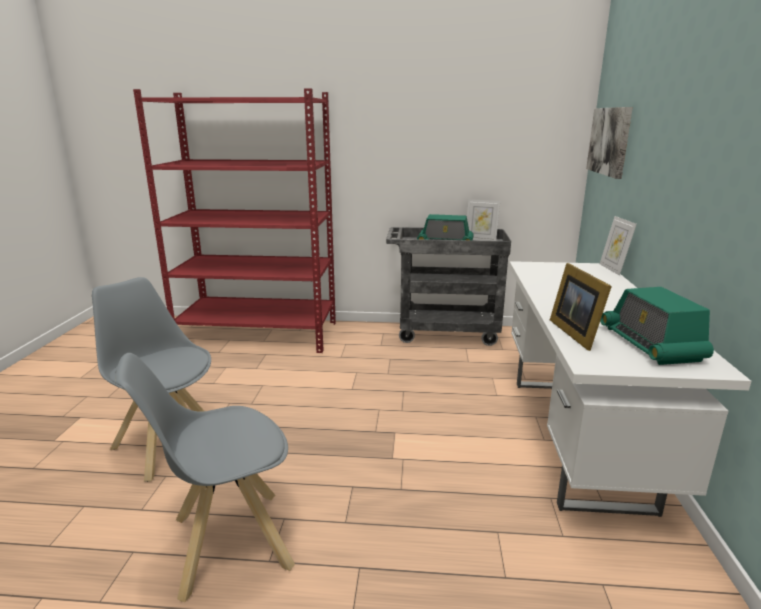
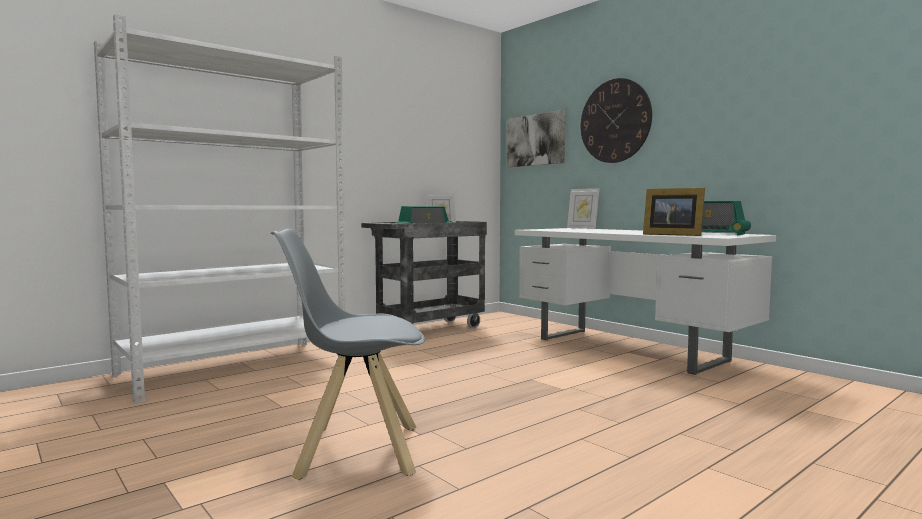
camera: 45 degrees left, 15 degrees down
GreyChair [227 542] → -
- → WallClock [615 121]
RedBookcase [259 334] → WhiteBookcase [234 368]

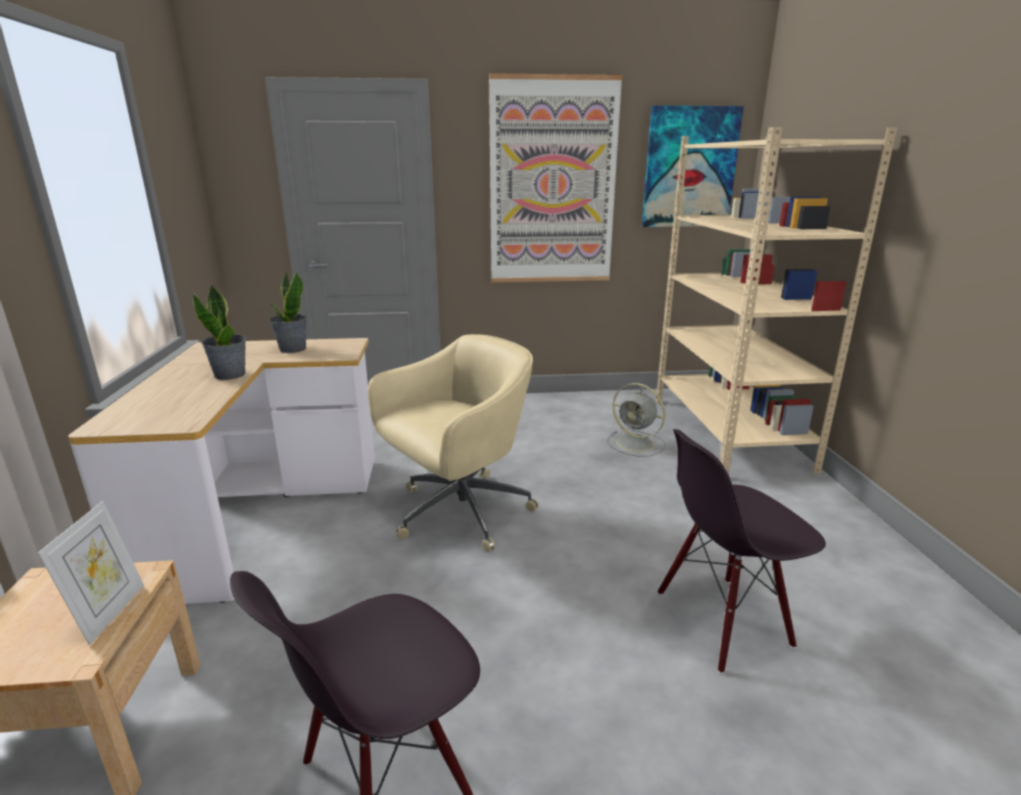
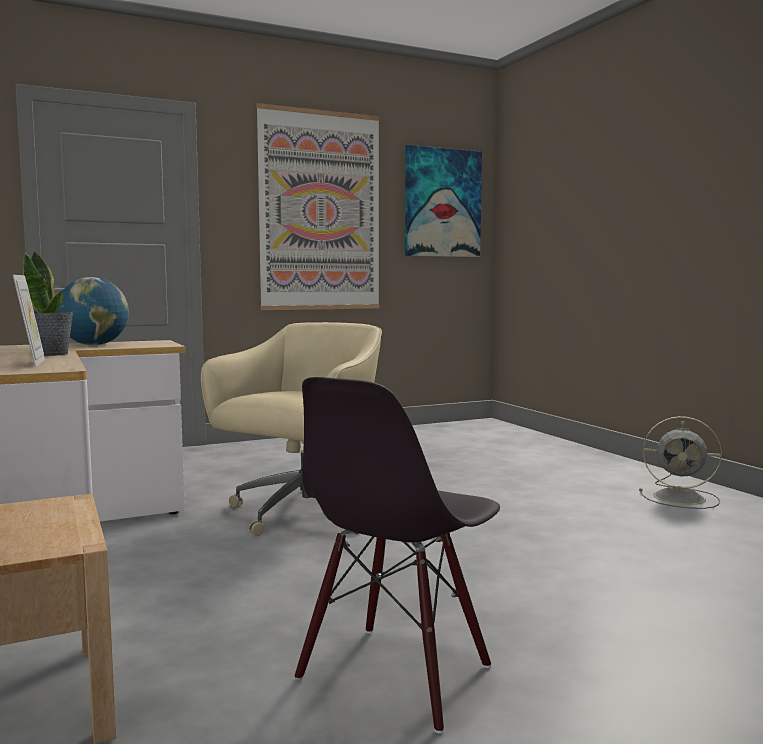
camera: 20 degrees left, 15 degrees down
BeigeBookcase [727 432] → -
BlackChair [722 620] → -
PictureFrame [110 613] → PictureFrame [32 363], moved
GreyFan [637 444] → GreyFan [681 498], moved
PottedPlant [292 349] → Globe [94 345]

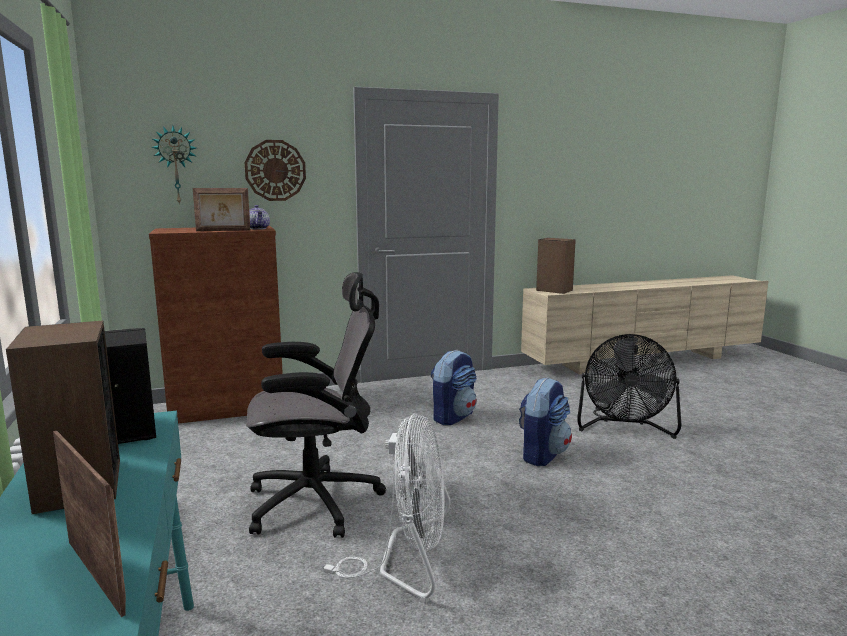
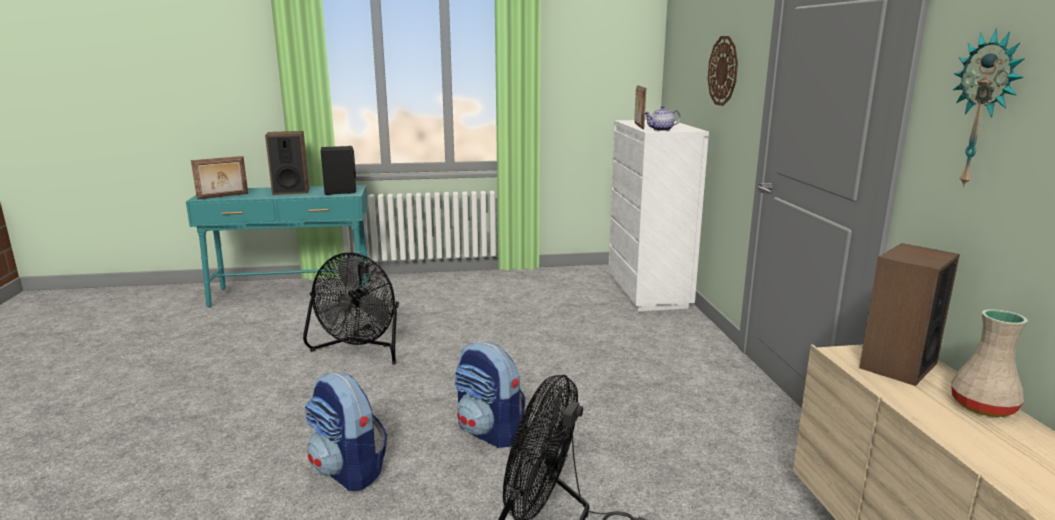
camera: 100 degrees right, 5 degrees up
OfficeChair [315 502] → -
- → BeigeVase [981 406]
WallClock [176 165] → WallClock [985 111], moved
Backpack [453 417] → Backpack [349 471], moved
BrownDresser [228 407] → WhiteDresser [649 293]
WhiteFan [406 558] → BlackFan [359 348]

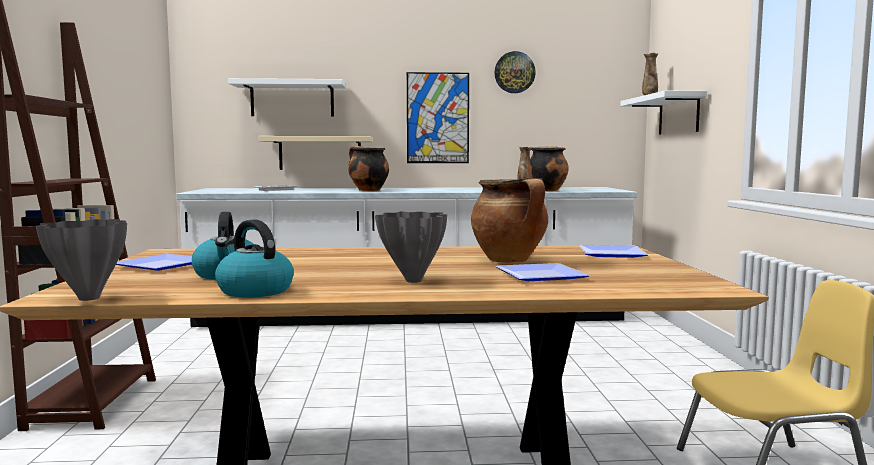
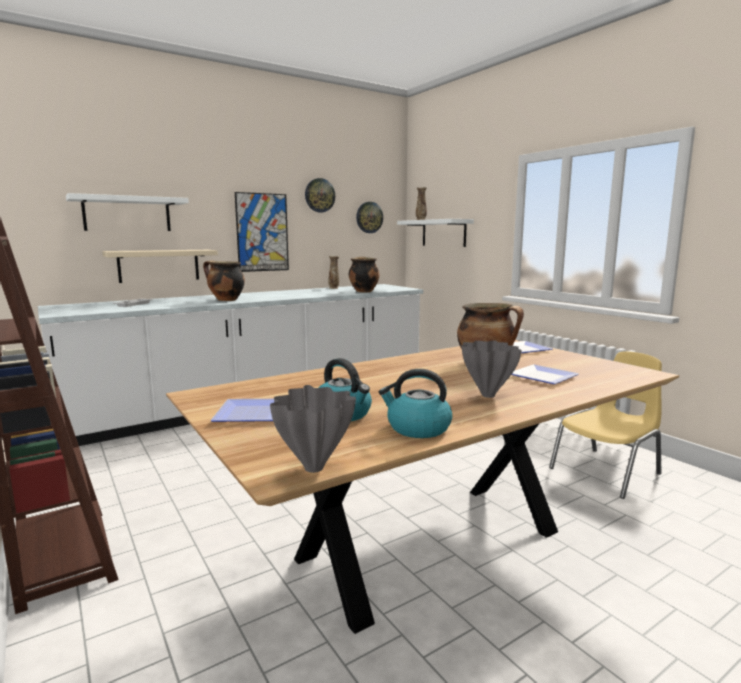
camera: 30 degrees left, 5 degrees up
- → WallClock [369 217]

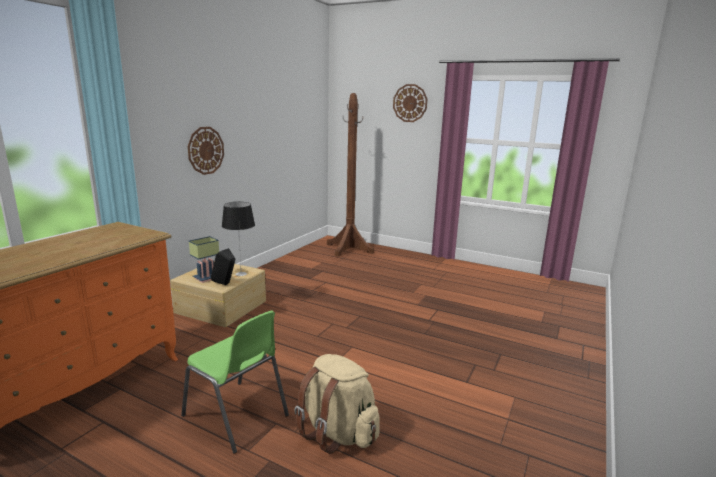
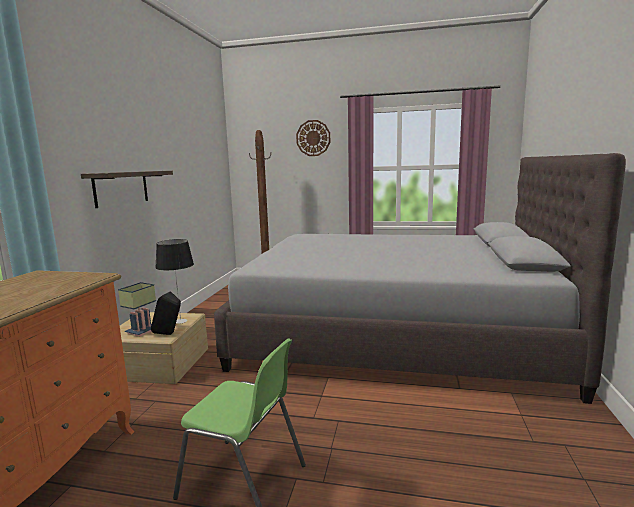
camera: 15 degrees left, 5 degrees down
BeigeBackpack [338 433] → -
- → GreyBed [394 335]
WallClock [205 150] → Shelf [121 188]

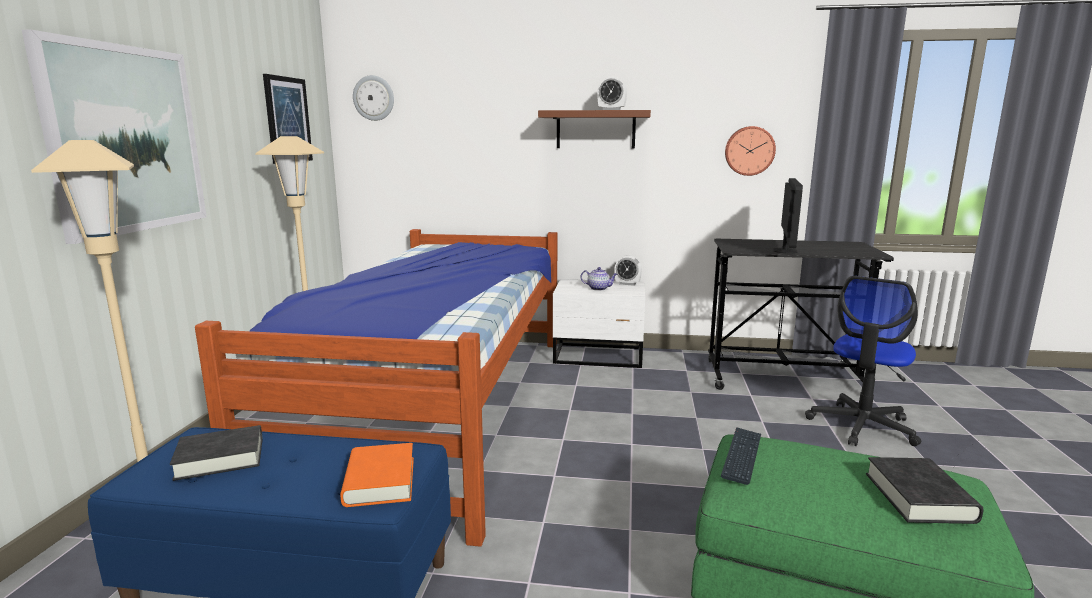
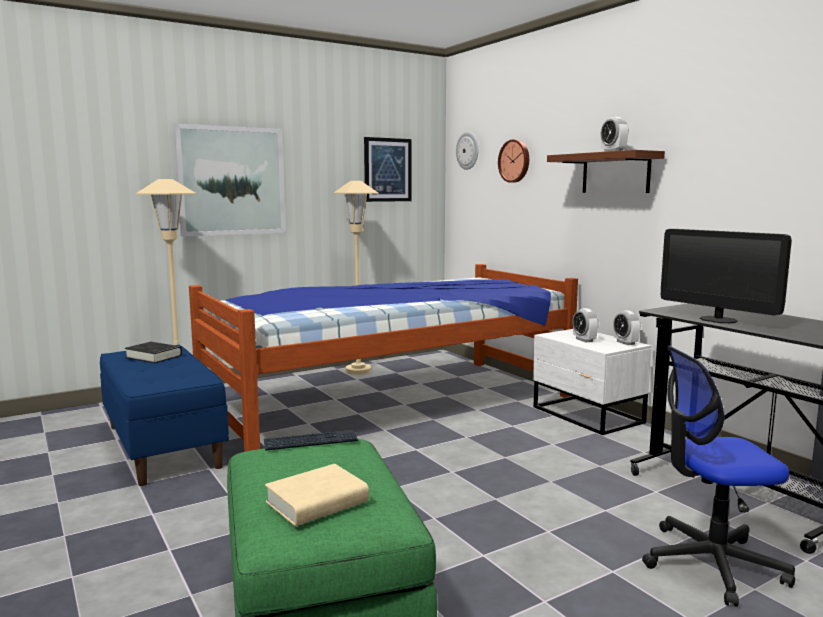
camera: 50 degrees right, 5 degrees down
OrangeBook [380 481] → -
WallClock [749 151] → WallClock [515 161], moved
Teapot [599 288] → AlarmClock [584 340]
BlackBook [919 497] → BeigeBook [317 502]
Monitor [785 250] → Monitor [718 320], 75 degrees clockwise

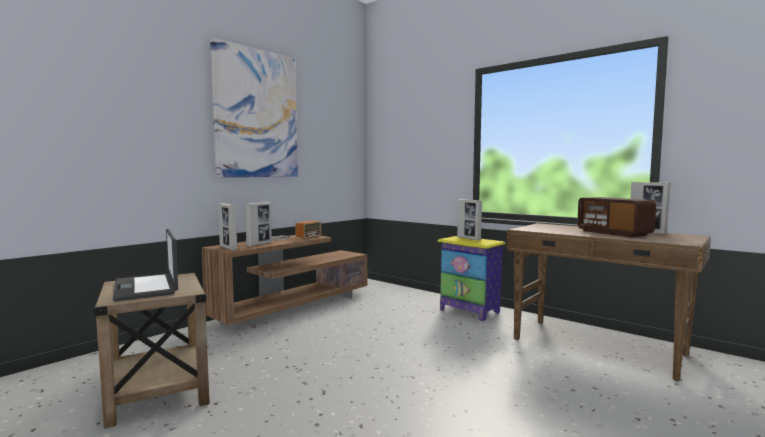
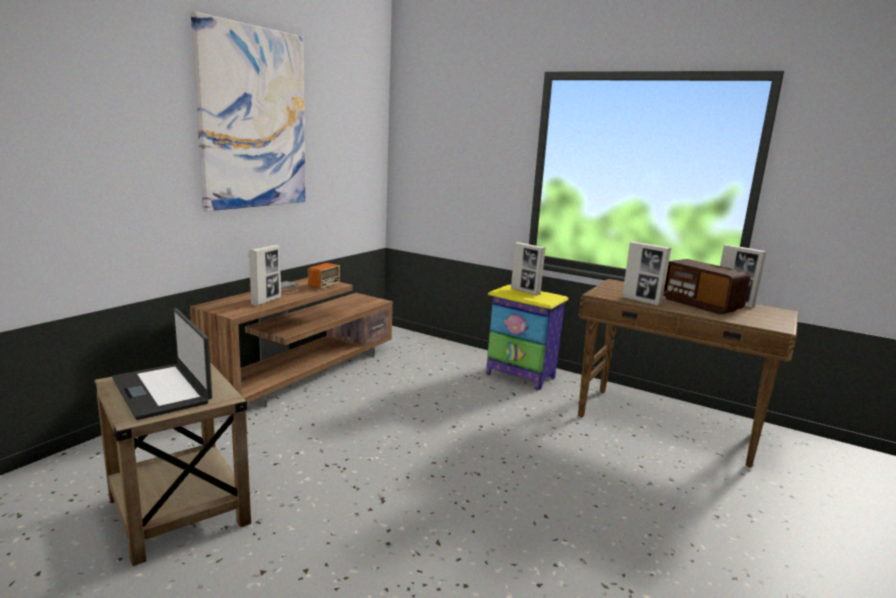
camera: 10 degrees left, 10 degrees up
PictureFrame [228 248] → PictureFrame [641 301], moved

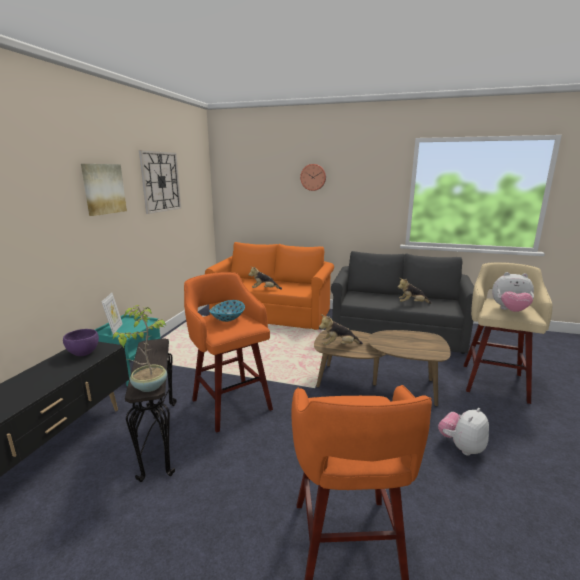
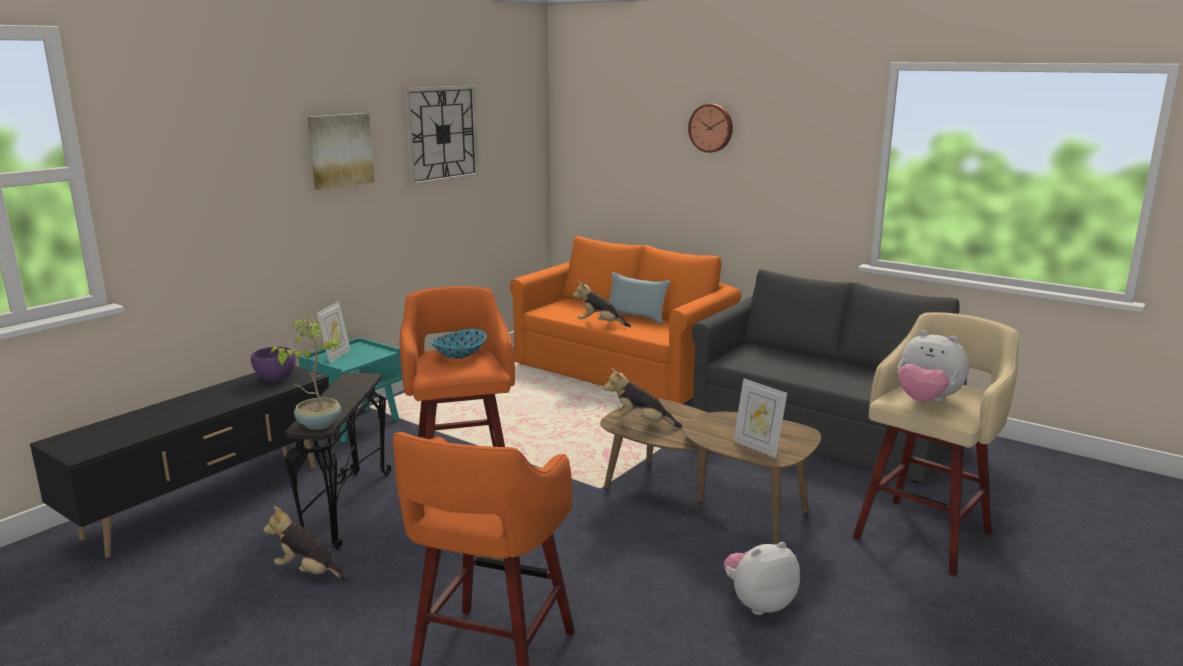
camera: 20 degrees right, 0 degrees up
- → BluePillow [636 317]
- → PictureFrame [757 447]
PlushToy [412 304] → PlushToy [309 572], moved

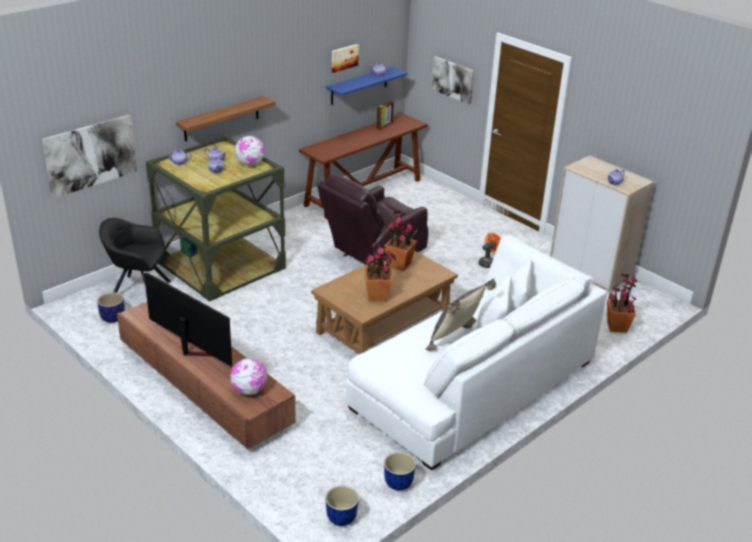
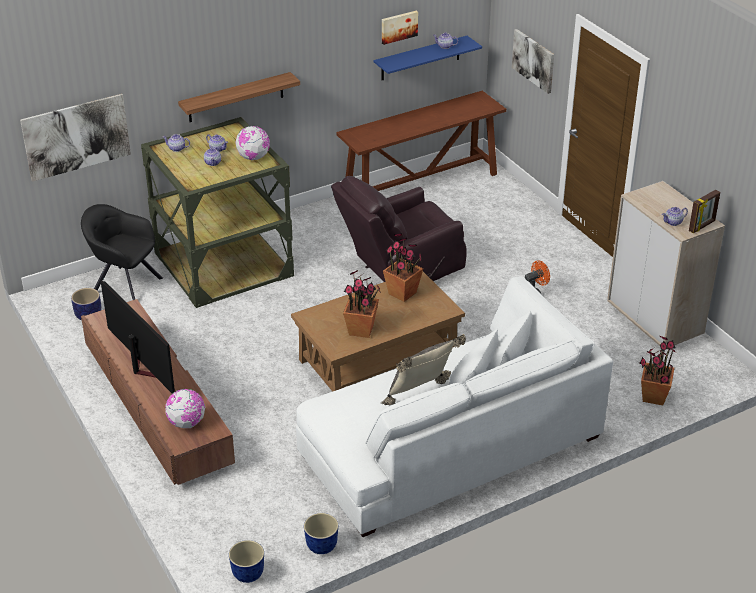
camera: 15 degrees right, 5 degrees up
PictureFrame [385 126] → PictureFrame [702 226], moved

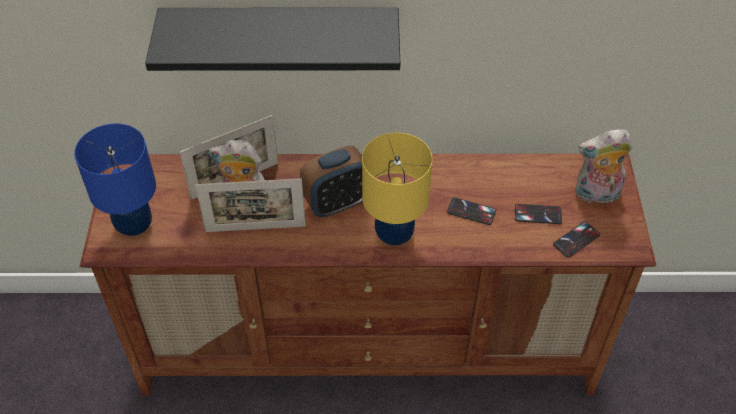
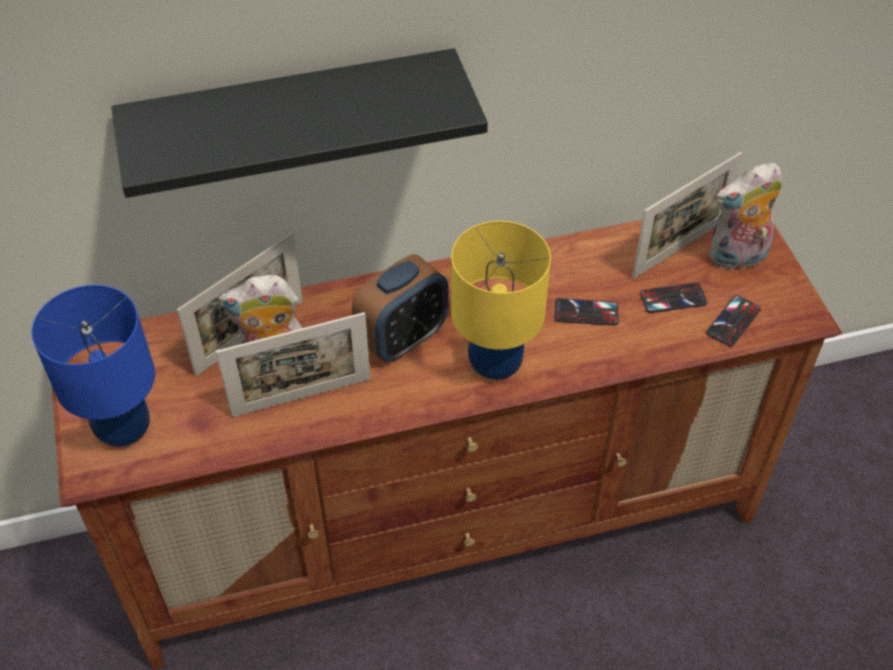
camera: 15 degrees left, 0 degrees up
- → PictureFrame [679 248]

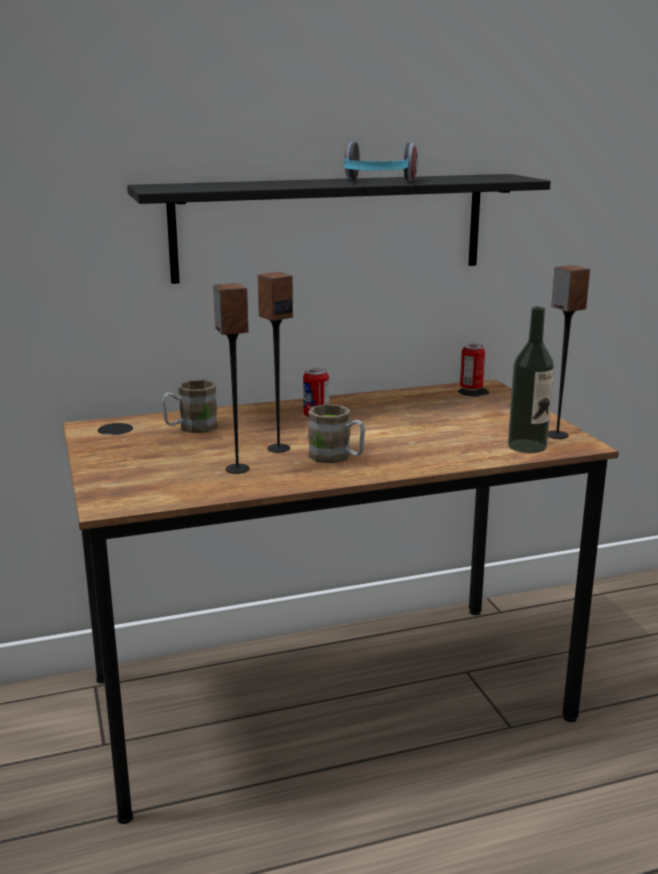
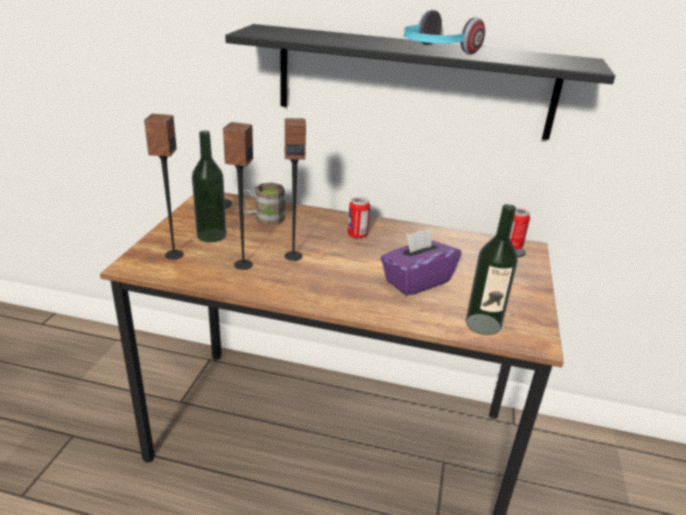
camera: 30 degrees right, 10 degrees up
BrownMug [337 457] → -
- → Bottle [211 235]
- → PurpleTissueBox [416 281]
Speaker [556 435] → Speaker [173 255], moved

